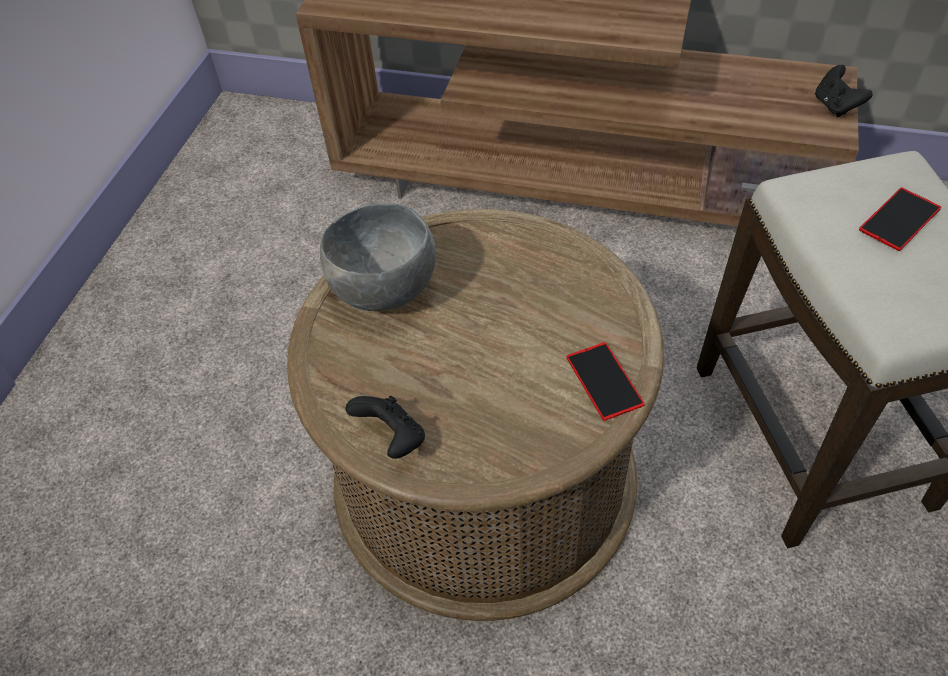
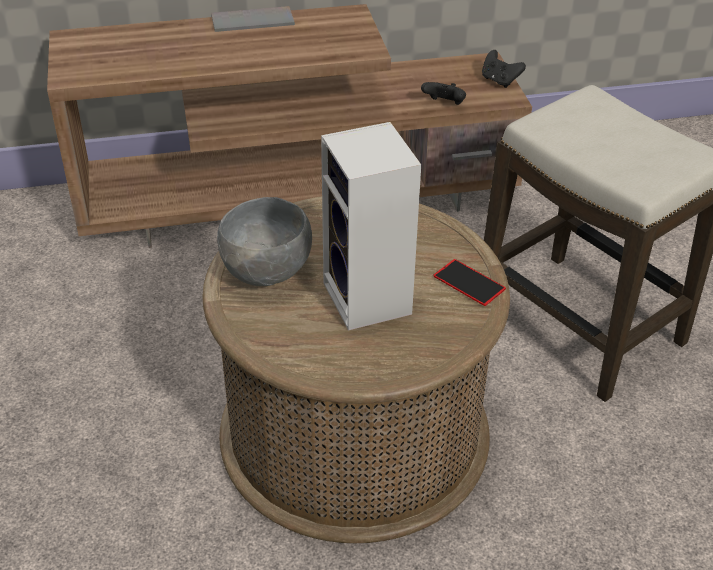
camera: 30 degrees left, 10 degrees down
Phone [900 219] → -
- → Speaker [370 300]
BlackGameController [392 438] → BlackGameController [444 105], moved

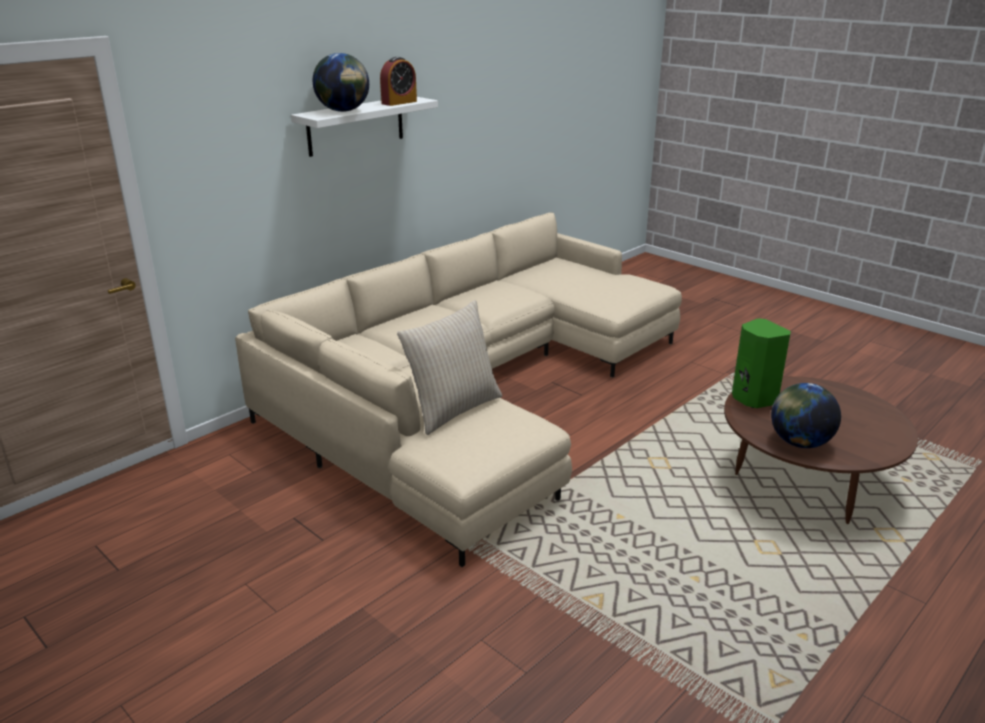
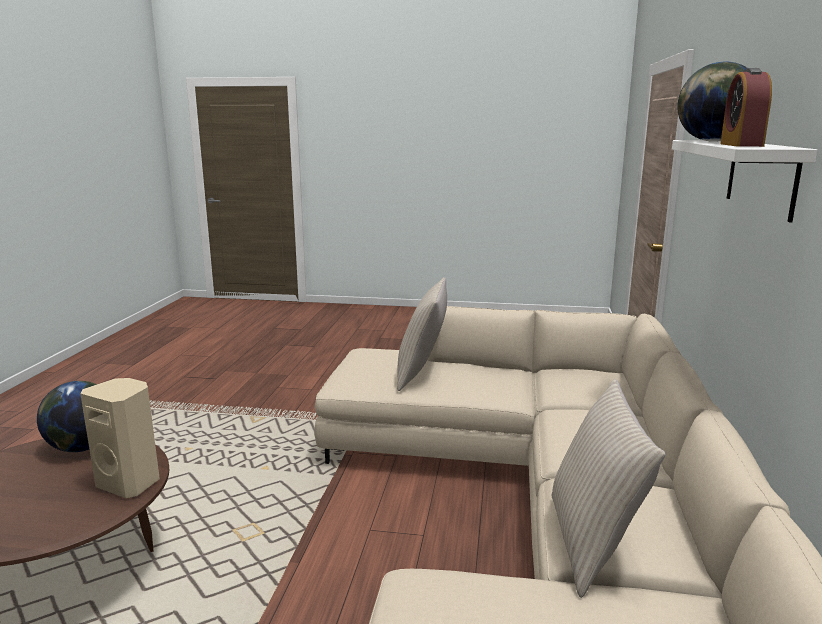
camera: 145 degrees right, 10 degrees down
- → BeigePillow [593 542]
GreenSpeaker [752 399] → BeigeSpeaker [131 483]

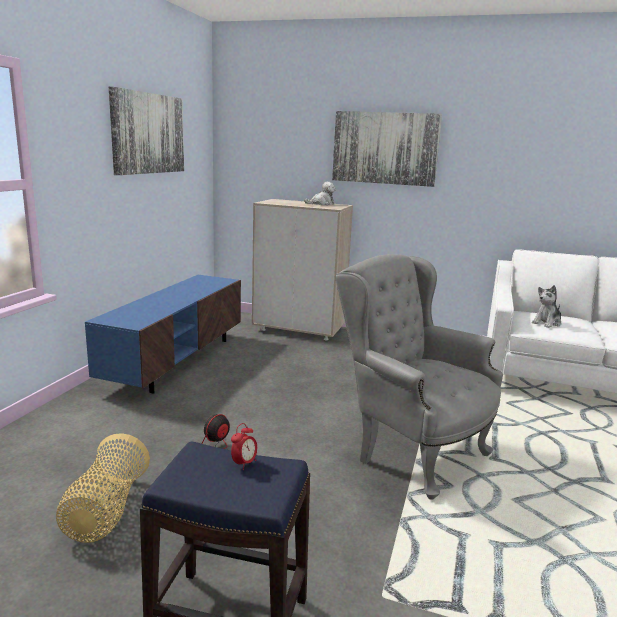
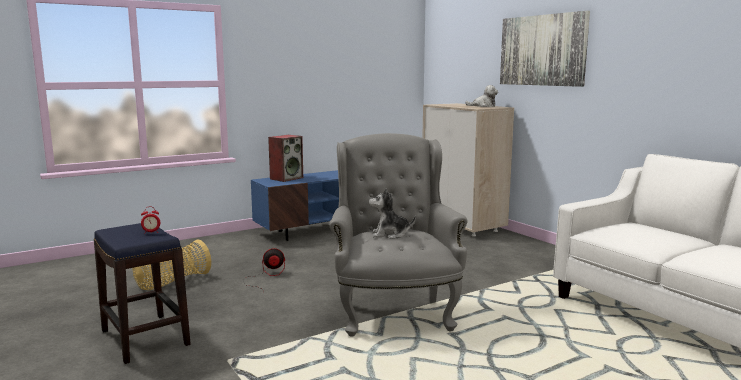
camera: 40 degrees right, 5 degrees down
Picture [148 133] → -
- → Speaker [286 178]
PlushToy [547 323] → PlushToy [390 234], moved

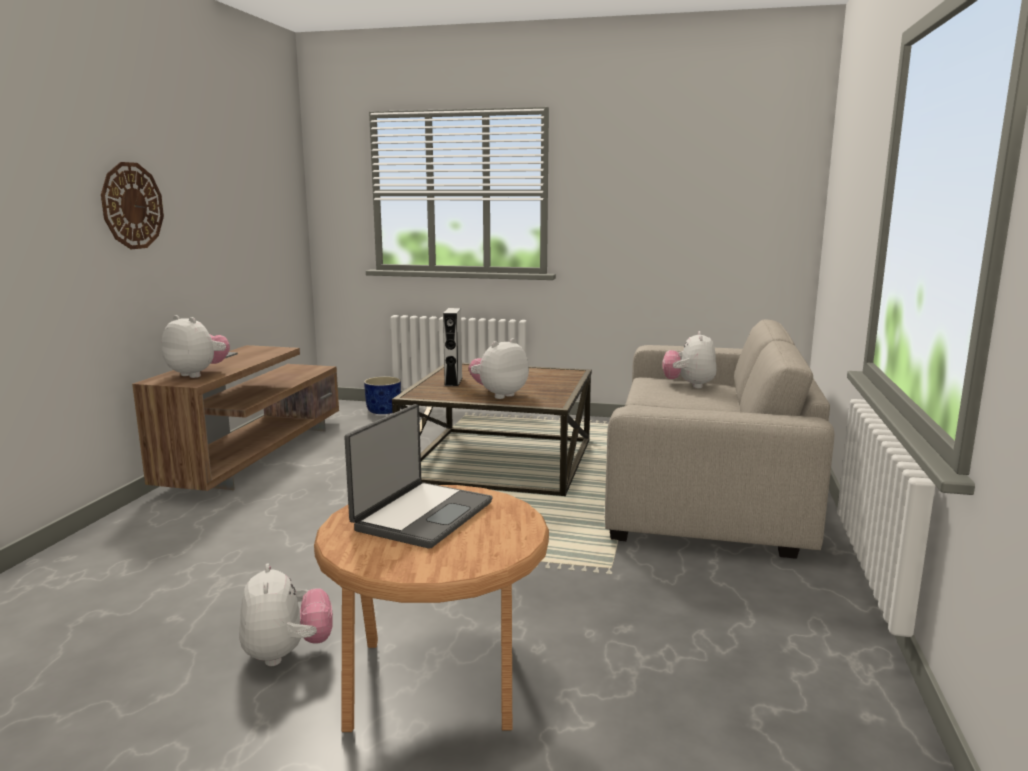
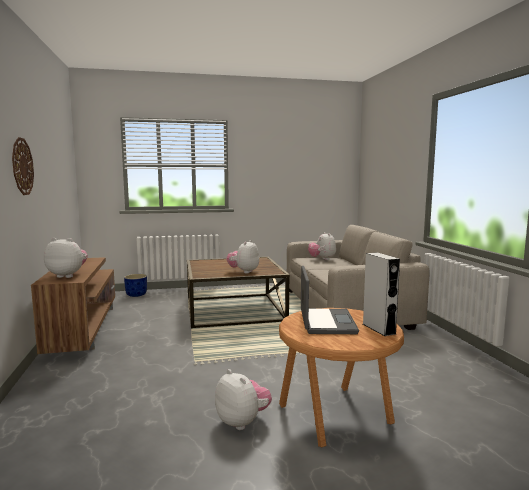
camera: 25 degrees left, 5 degrees down
GreySpeaker [453 381] → GreySpeaker [379 329], moved

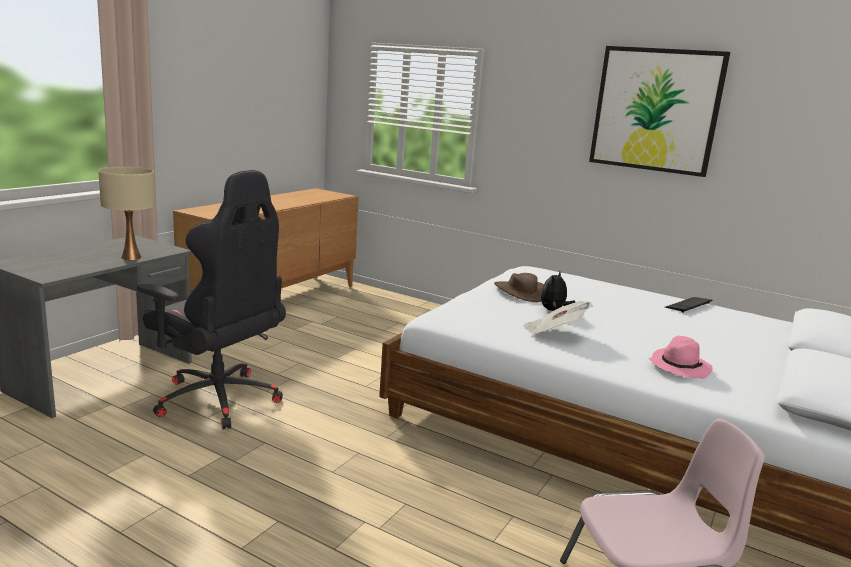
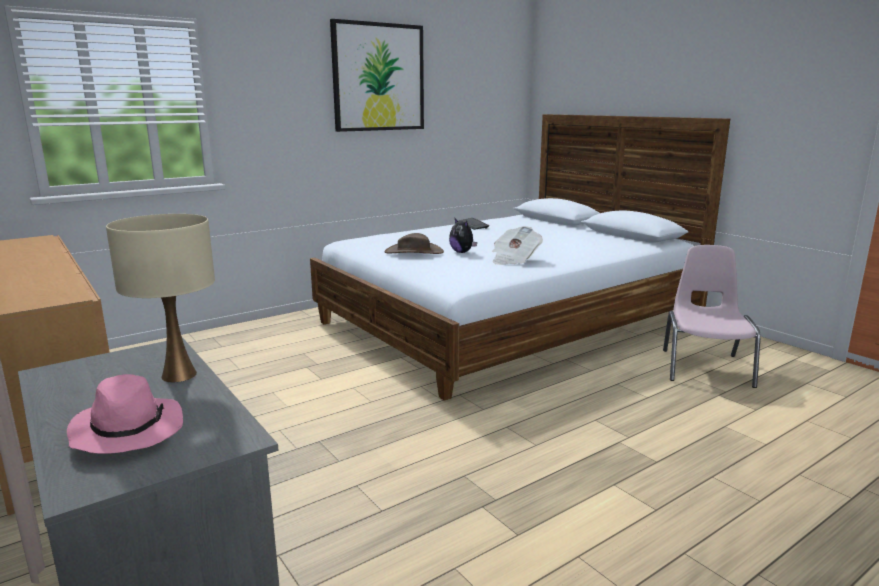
camera: 65 degrees left, 0 degrees up
BlackOfficeChair [217 399] → -
PinkHat [678 367] → PinkHat [127 431], moved

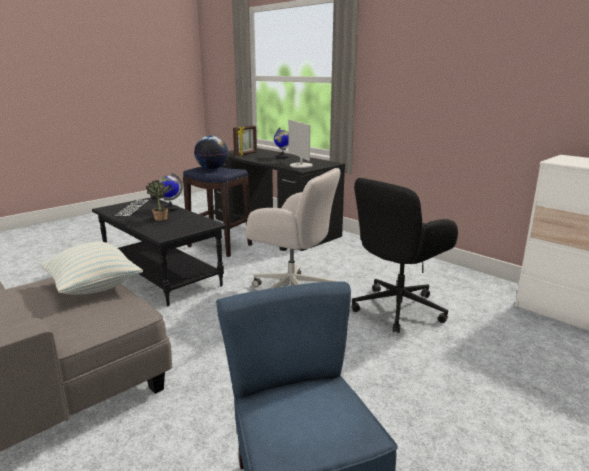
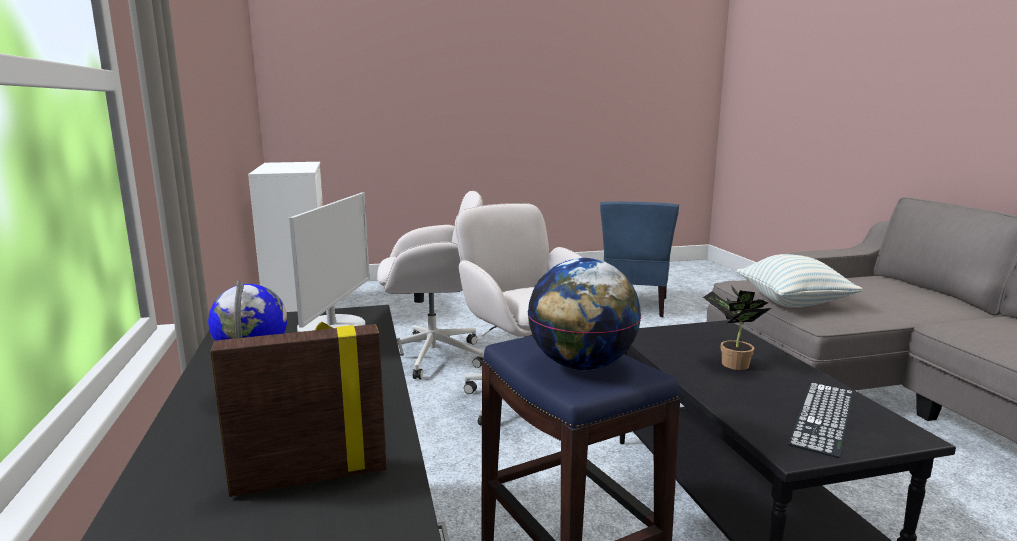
camera: 150 degrees left, 5 degrees down
Globe [170 209] → -
BlackOfficeChair [398 309] → WhiteOfficeChair [433 357]

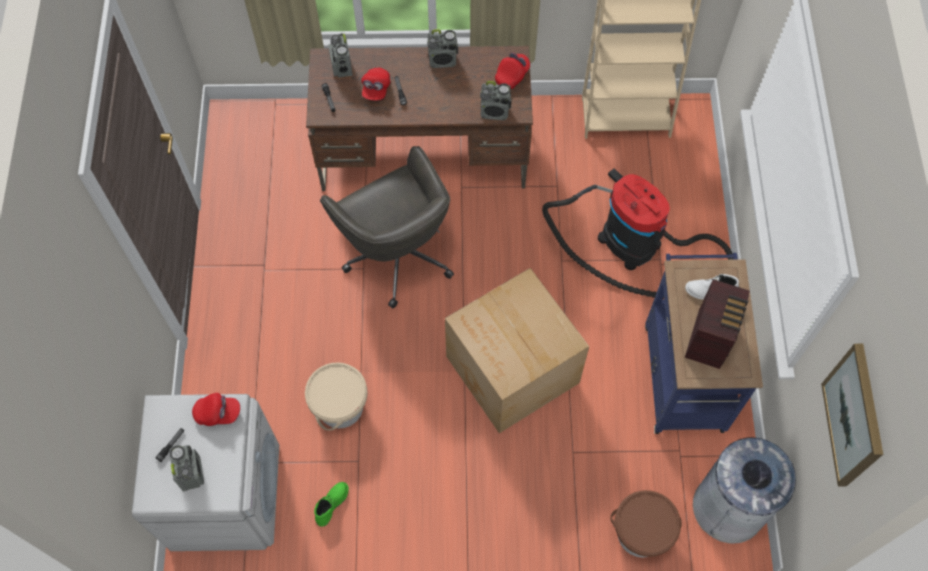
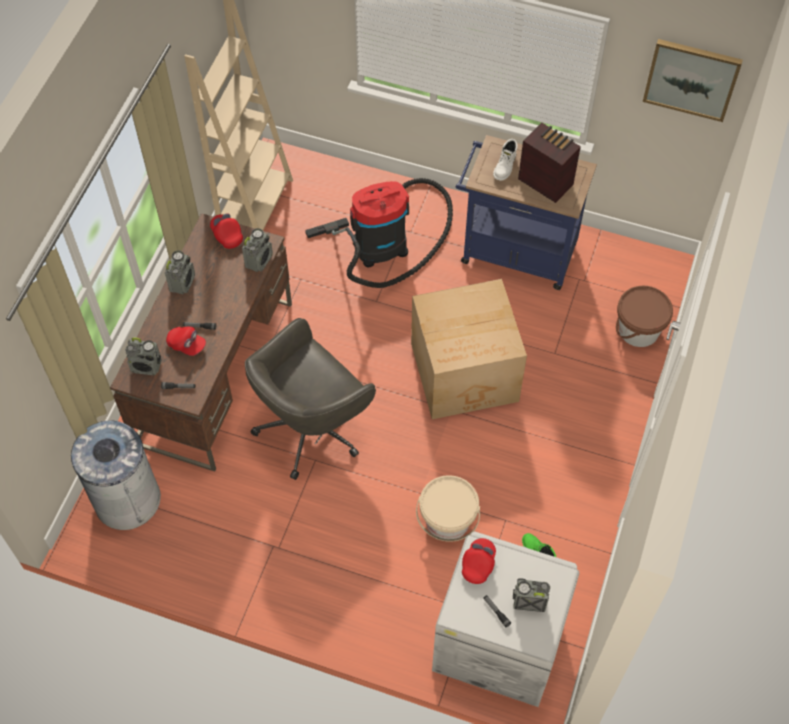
camera: 70 degrees left, 5 degrees down
GreyTrashCan [729 507] → GreyTrashCan [127 499], moved
GreyOfficeChair [397 253] → GreyOfficeChair [312 427], 150 degrees clockwise

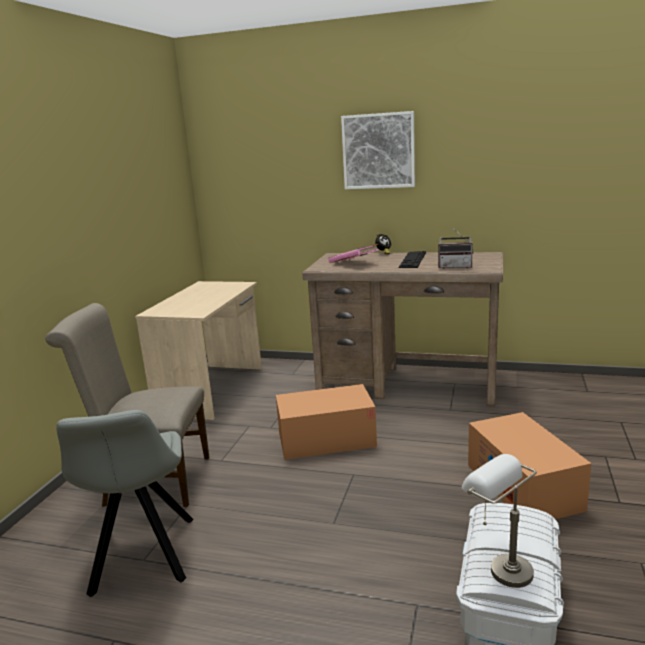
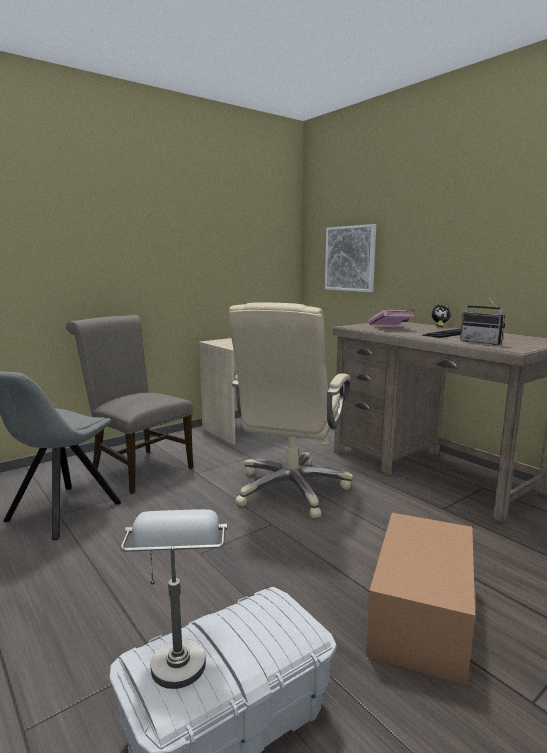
camera: 35 degrees right, 5 degrees down
Picture [378 151] → Picture [350 258], moved
CardboardBox [326 439] → BeigeOfficeChair [291 488]

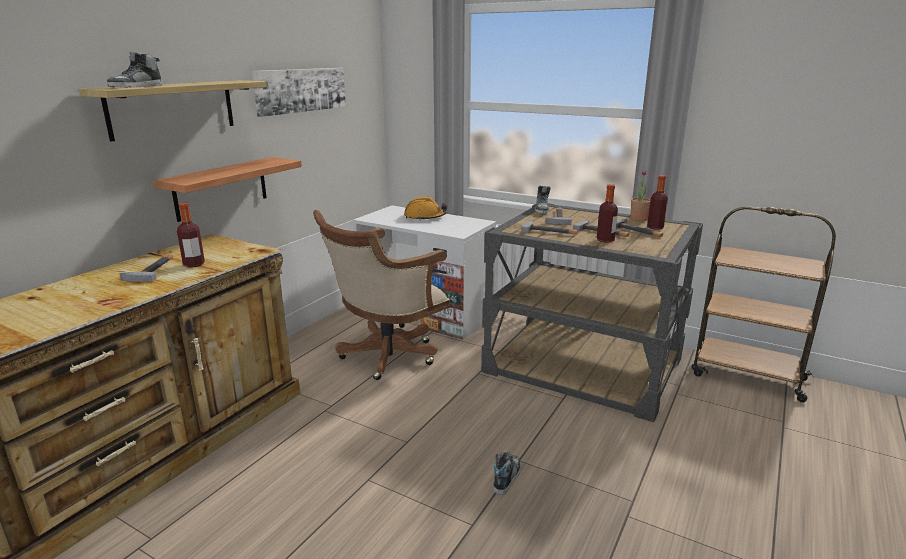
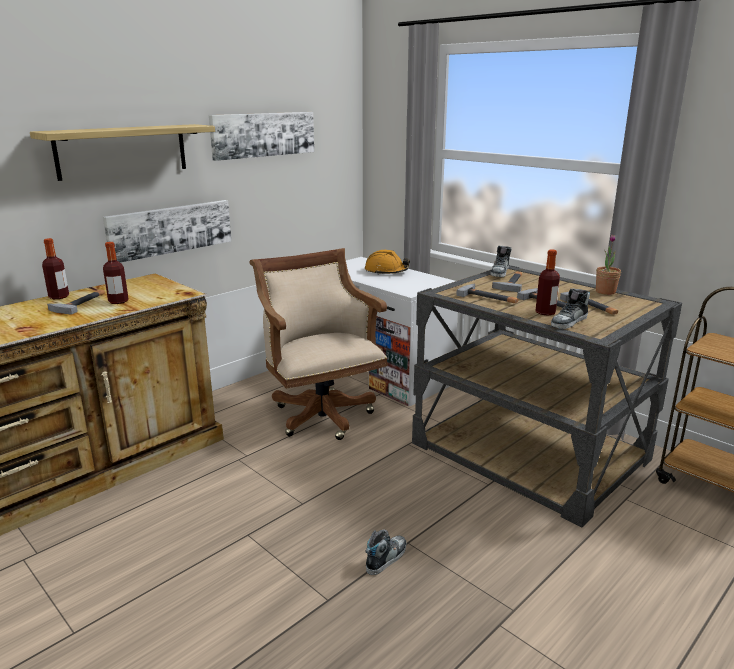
camera: 15 degrees right, 0 degrees up
Shoe [136 86] → Shoe [569 322], moved
Bottle [655 227] → Bottle [59 297], moved
Shelf [221 188] → Picture [170 229]
OfficeChair [385 357] → OfficeChair [320 414], 90 degrees clockwise

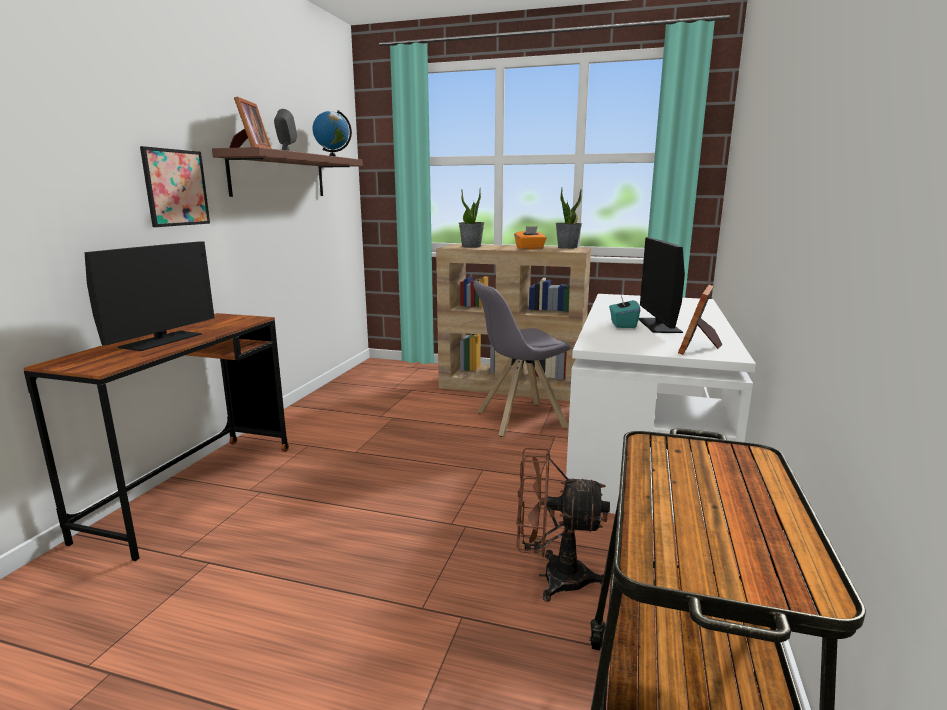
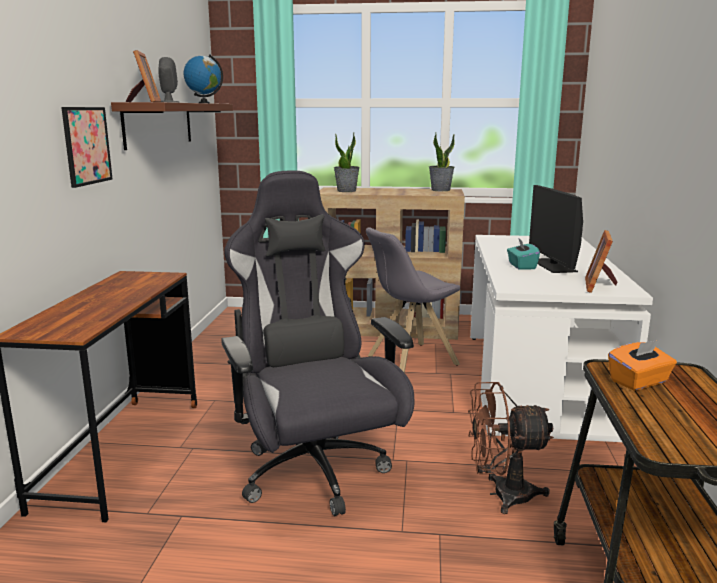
camera: 10 degrees left, 0 degrees up
Monitor [161 340] → -
- → BlackOfficeChair [317 478]
OrangeTissueBox [530 248] → OrangeTissueBox [639 382], moved

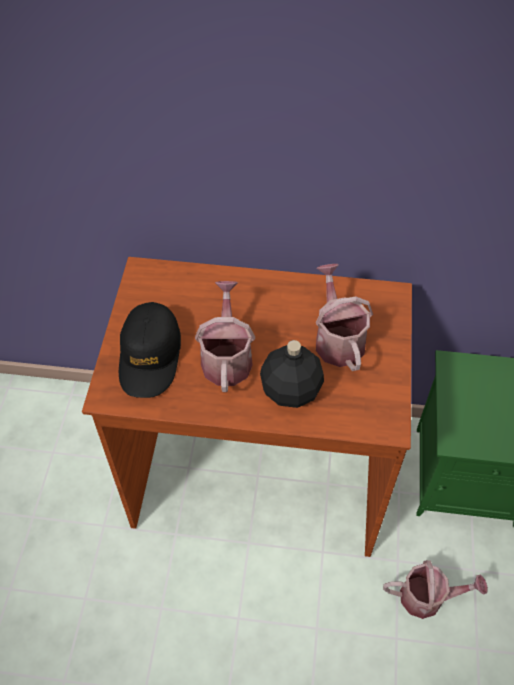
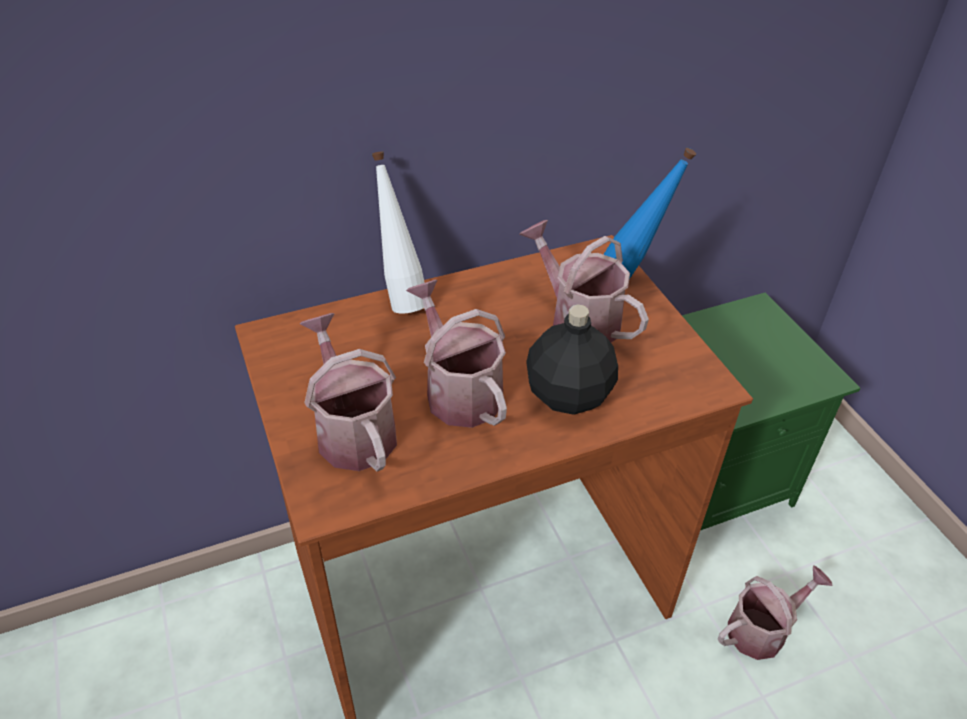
camera: 30 degrees left, 10 degrees down
- → WhiteBottle [401 298]
- → BlueBottle [632 277]
BlackCap [150 356] → WateringCan [352 430]

